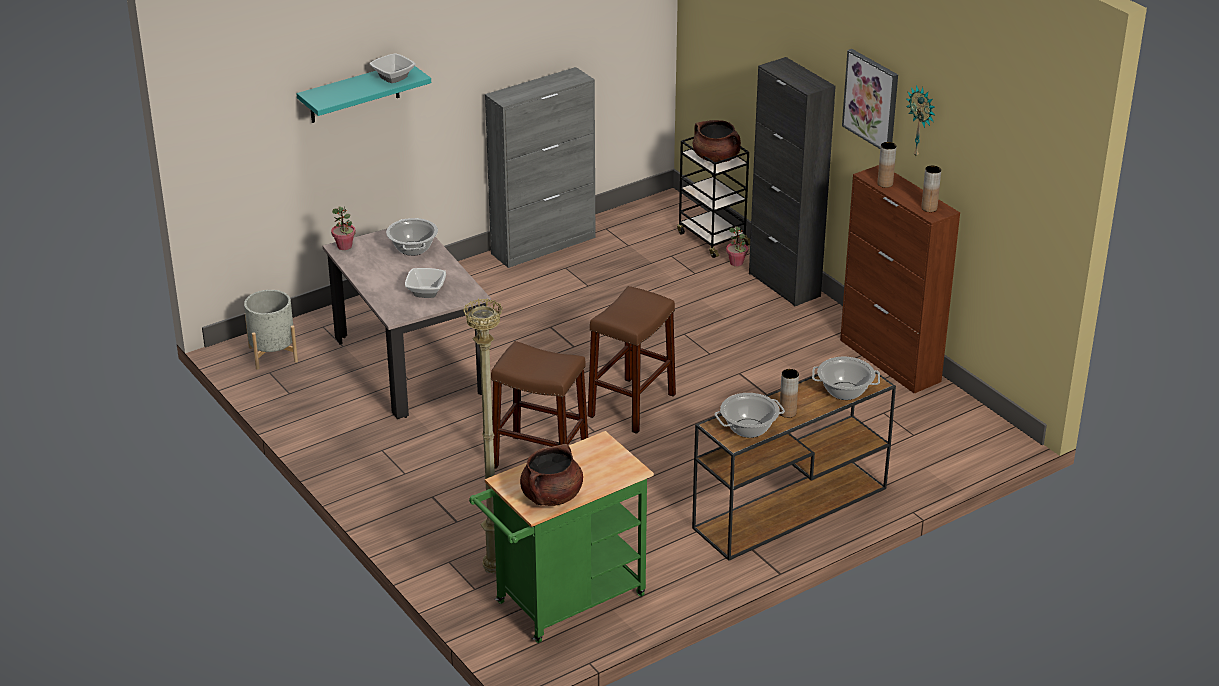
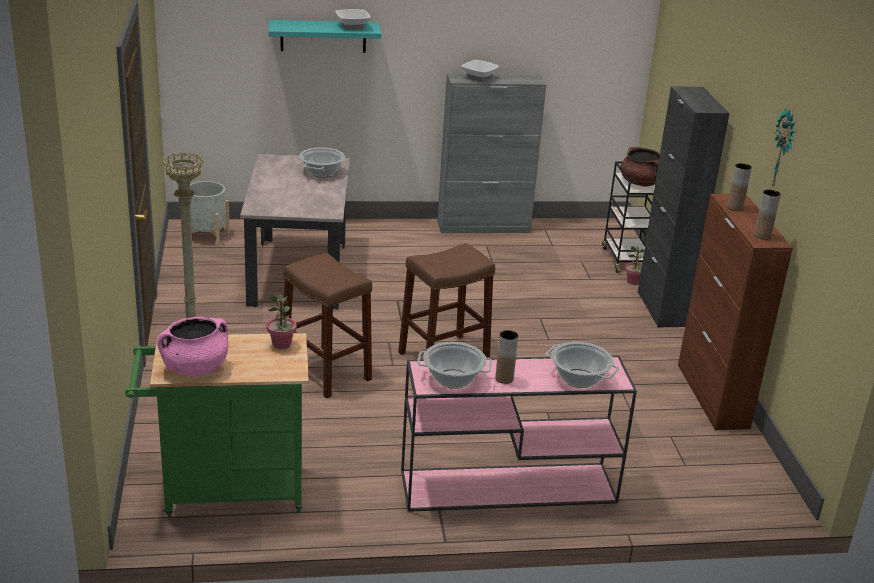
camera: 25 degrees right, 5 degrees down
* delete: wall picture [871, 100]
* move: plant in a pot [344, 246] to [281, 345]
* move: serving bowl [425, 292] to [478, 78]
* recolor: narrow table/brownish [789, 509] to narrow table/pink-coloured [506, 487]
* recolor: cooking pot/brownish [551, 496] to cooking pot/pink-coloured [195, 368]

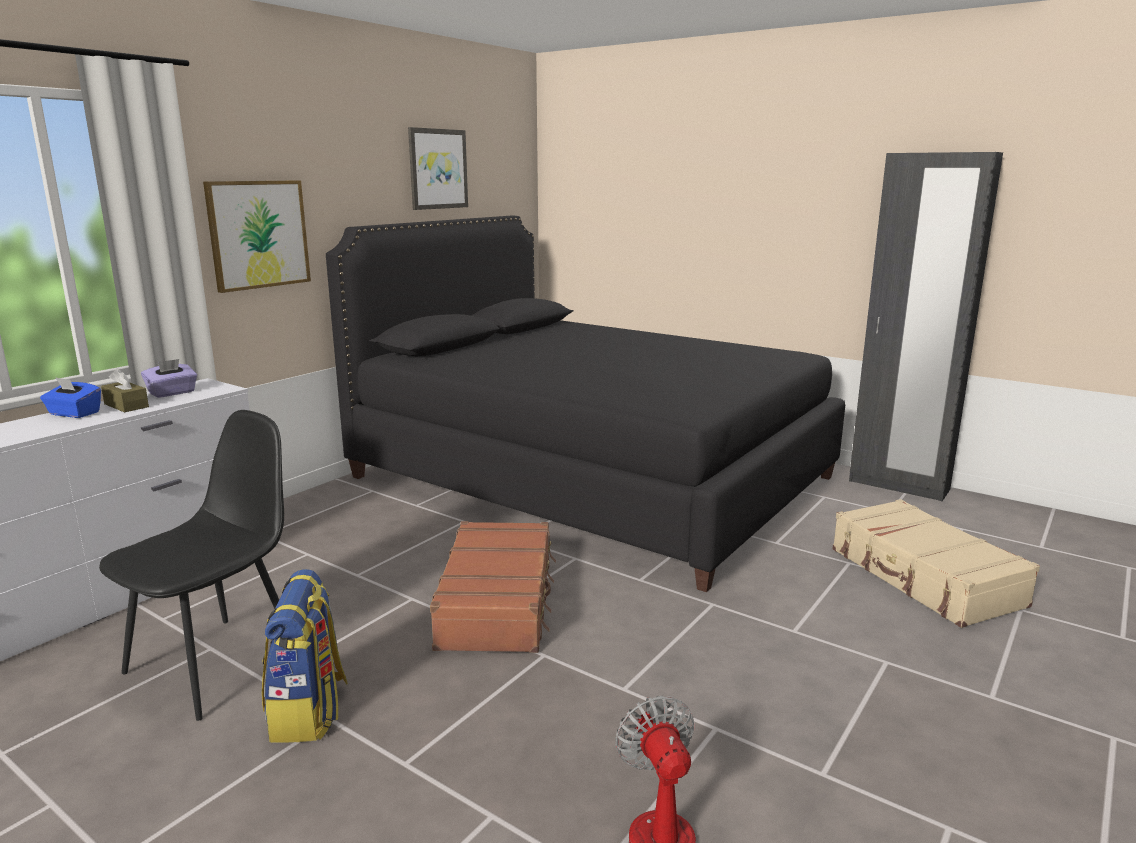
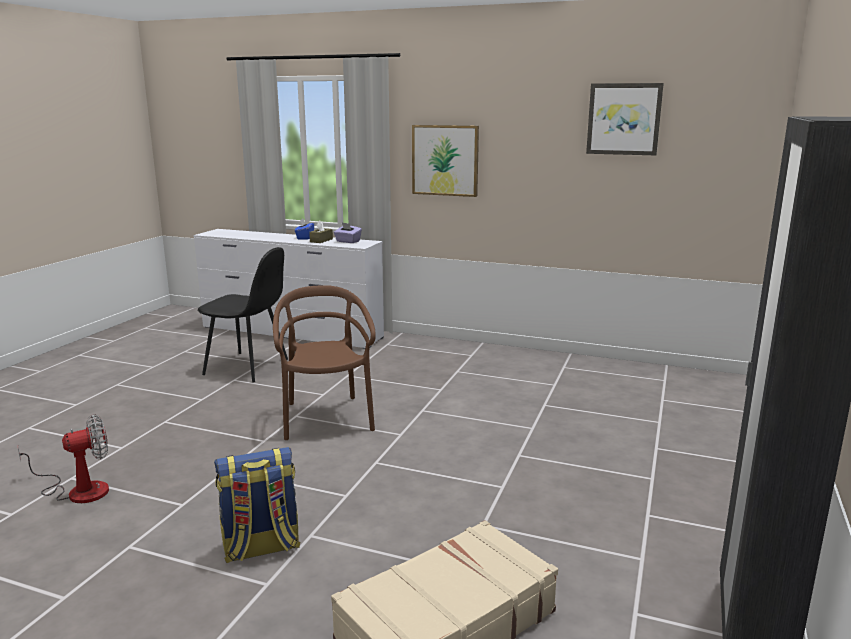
camera: 75 degrees right, 0 degrees up
* delete: bedroom bed/blackish [591, 477]
* replace: suitcase/brownish [498, 601] to upright chair/brownish [326, 418]
* move: rucksack [309, 712] to [261, 548]

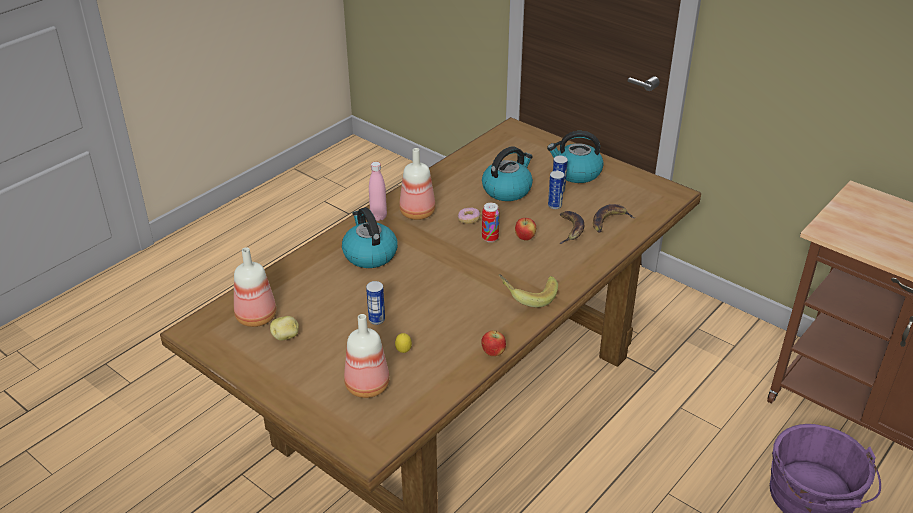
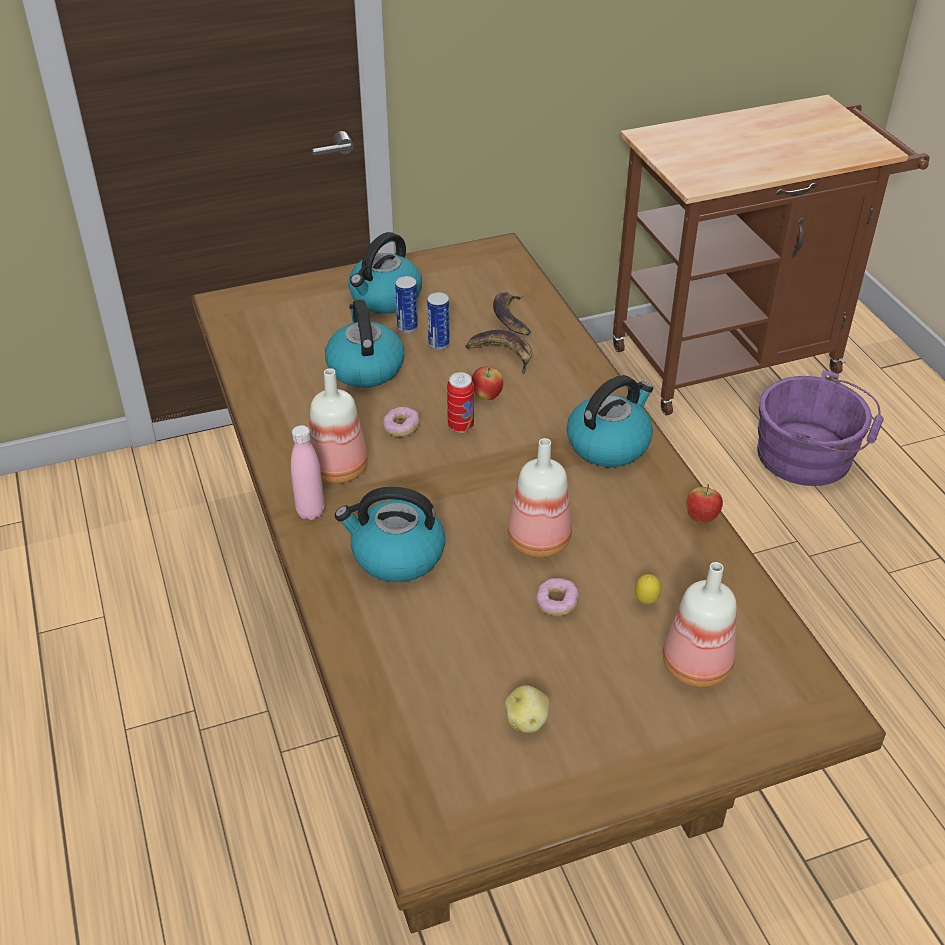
camera: 60 degrees left, 5 degrees up
* move: drink bottle [255, 317] to [537, 542]
* replace: banana fruit [527, 296] to water kettle [609, 444]
* replace: metal can [376, 319] to ring doughnut [556, 603]

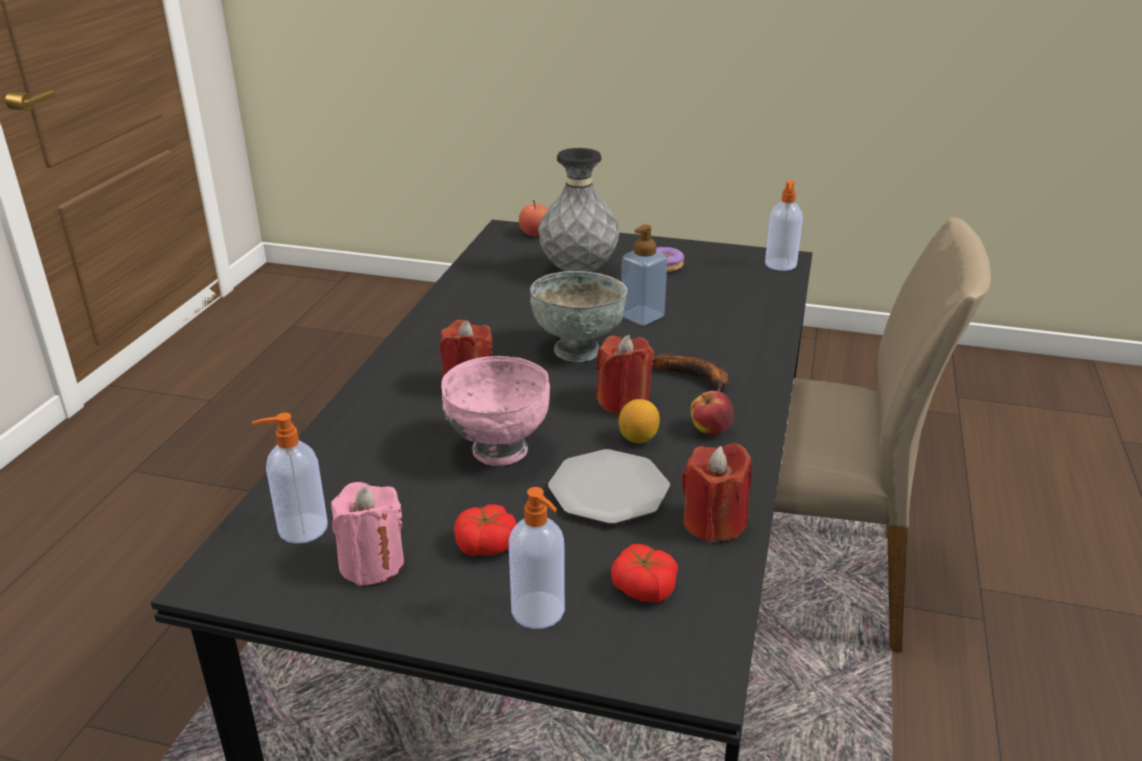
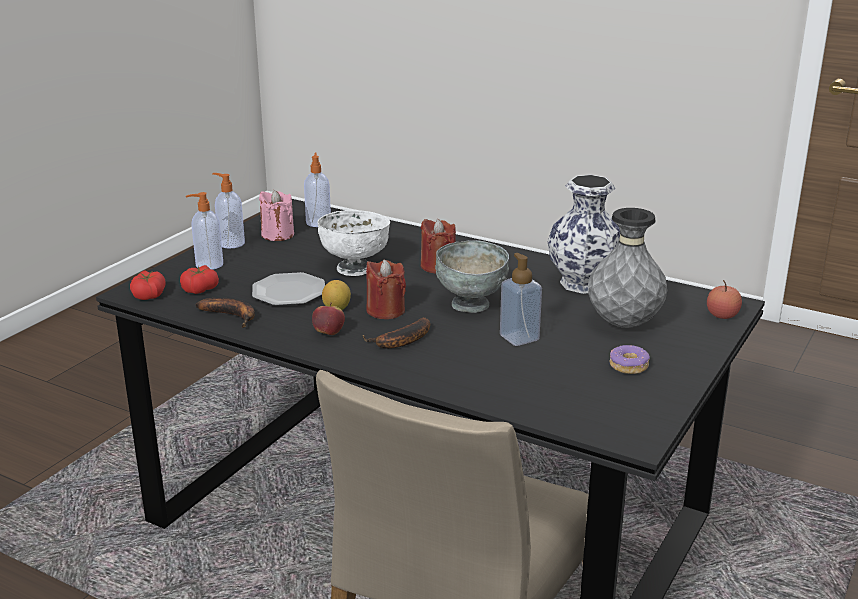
camera: 105 degrees right, 5 degrees down
* move: soap dispenser [780, 265] to [230, 243]
* recolor: serving bowl/pink-coloured [497, 450] to serving bowl/whitish [354, 268]
* replace: wax light/reddish [714, 523] to banana fruit [233, 316]
* move: fresh tomato [486, 545] to [149, 295]
* insert: flower vase [584, 284]

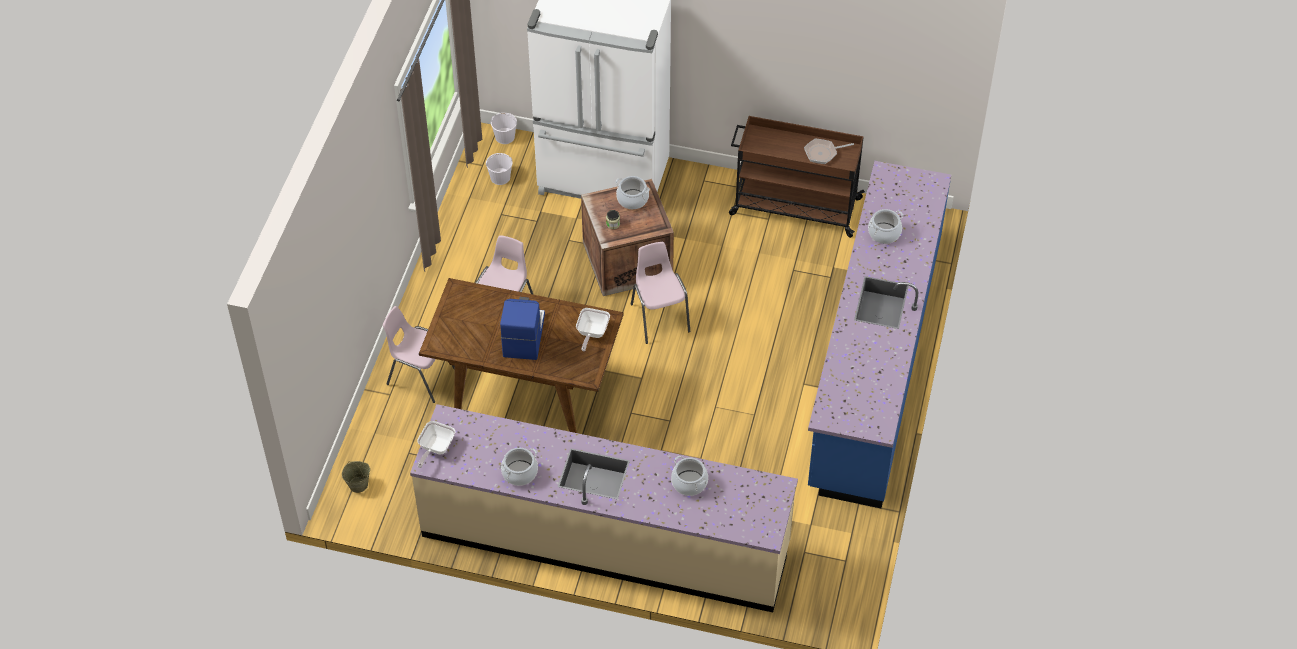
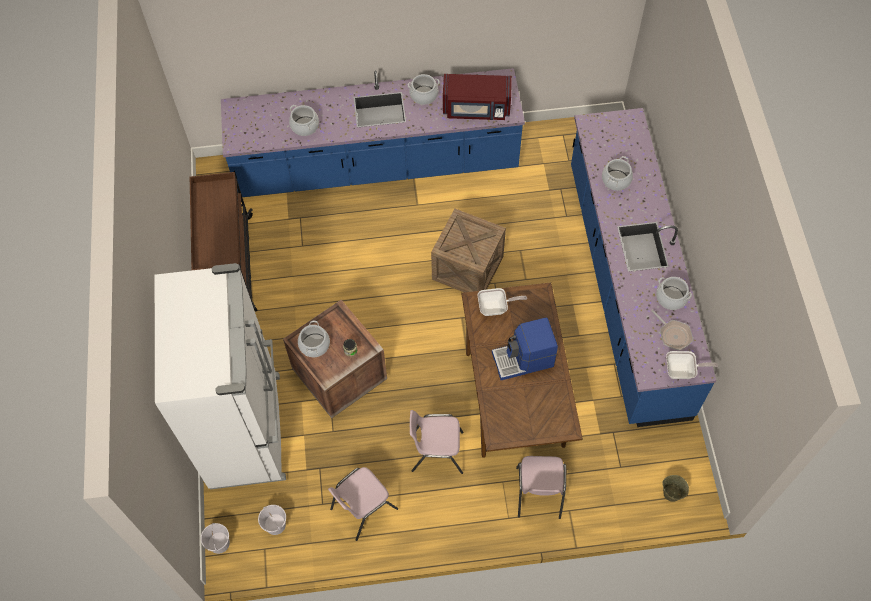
camera: 110 degrees left, 10 degrees up
* move: skillet [823, 153] to [673, 334]
* move: upright chair/pink-coloured [659, 317] to [362, 508]
* recolor: kitchen counter/sand-coloured [605, 540] to kitchen counter/bluish [625, 288]
* insert: cooking pot [424, 95]
* insert: kitchen microwave/reddish [476, 108]
* insert: crate [467, 267]

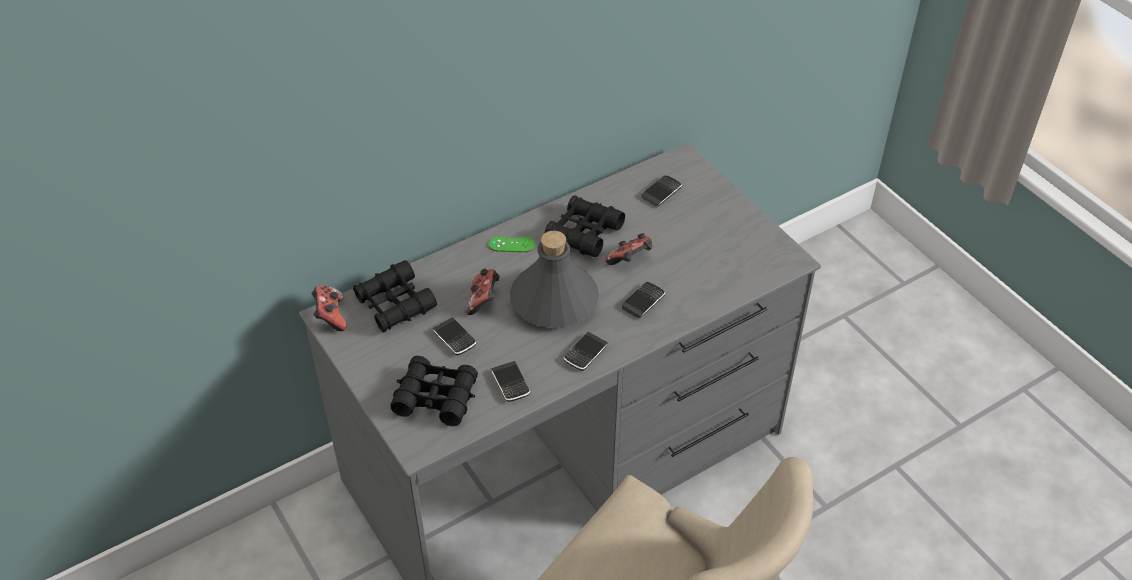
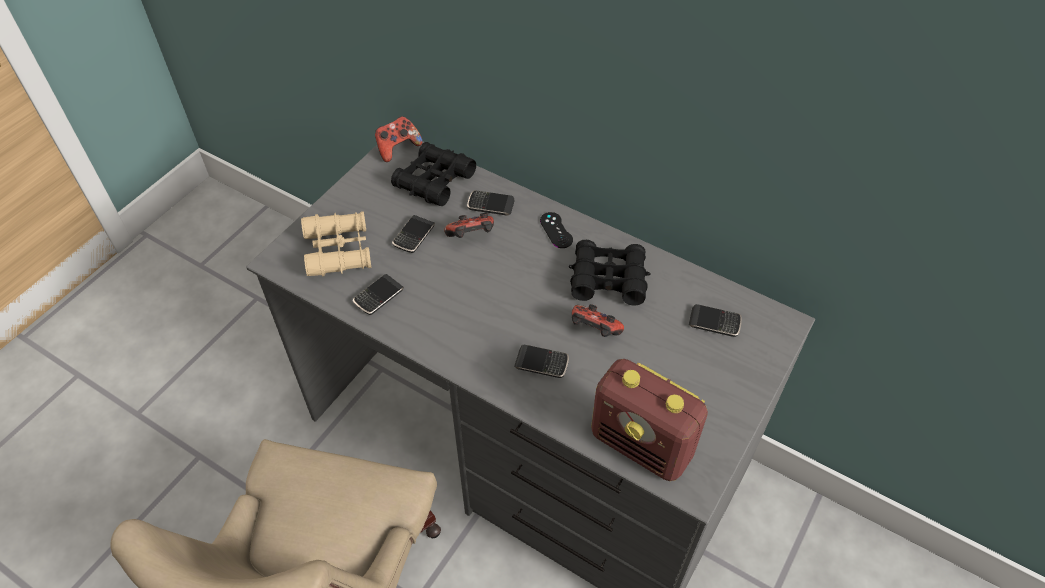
camera: 65 degrees right, 5 degrees up
* delete: drink bottle/greyish [555, 300]
* recolor: gamepad/green [512, 244] to gamepad/blackish [556, 230]
* move: handset [585, 353] to [490, 205]
* recolor: field glasses/blackish [436, 397] to field glasses/sand-coloured [338, 250]
* insert: radio set [642, 445]

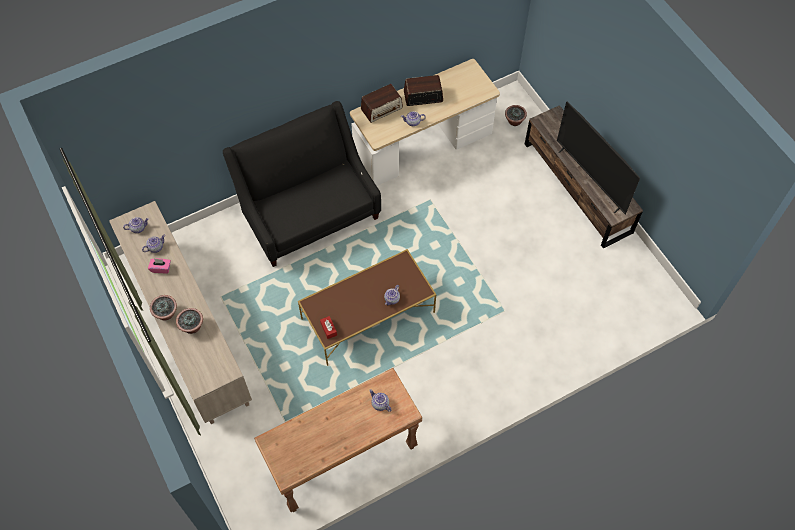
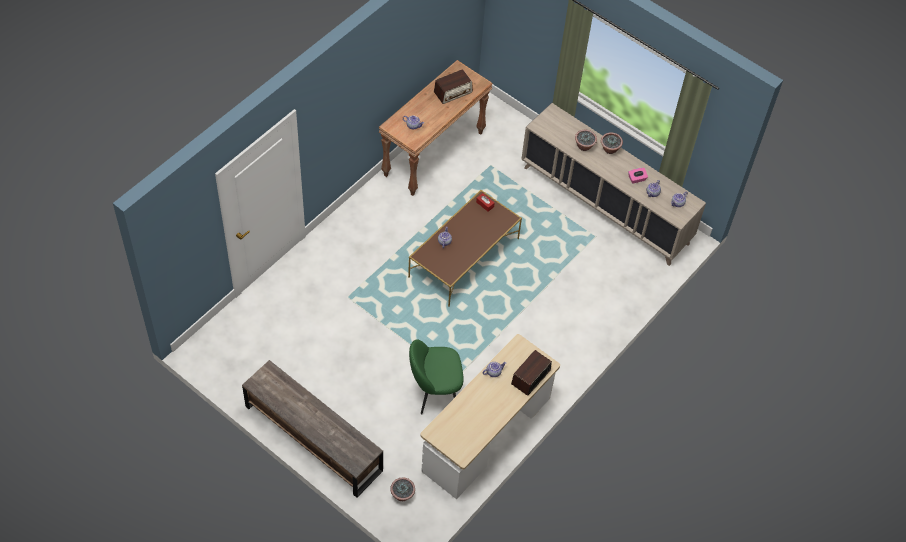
camera: 155 degrees right, 5 degrees down
* move: radio set [423, 96] to [453, 92]
* delete: settee/blackish [309, 214]
* delete: TV [590, 179]
* insert: upright chair/green [434, 392]

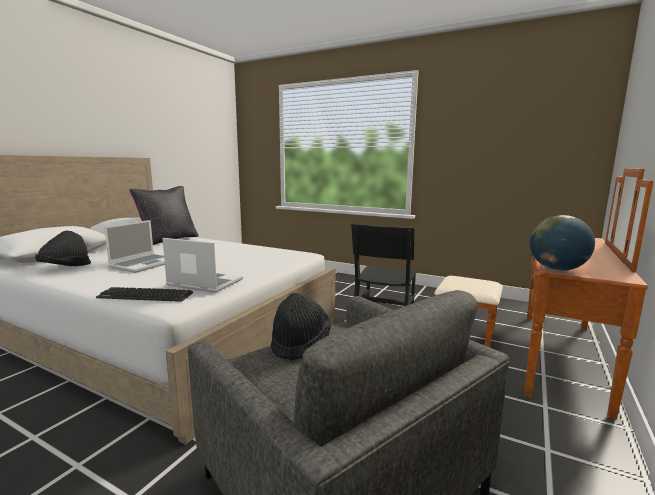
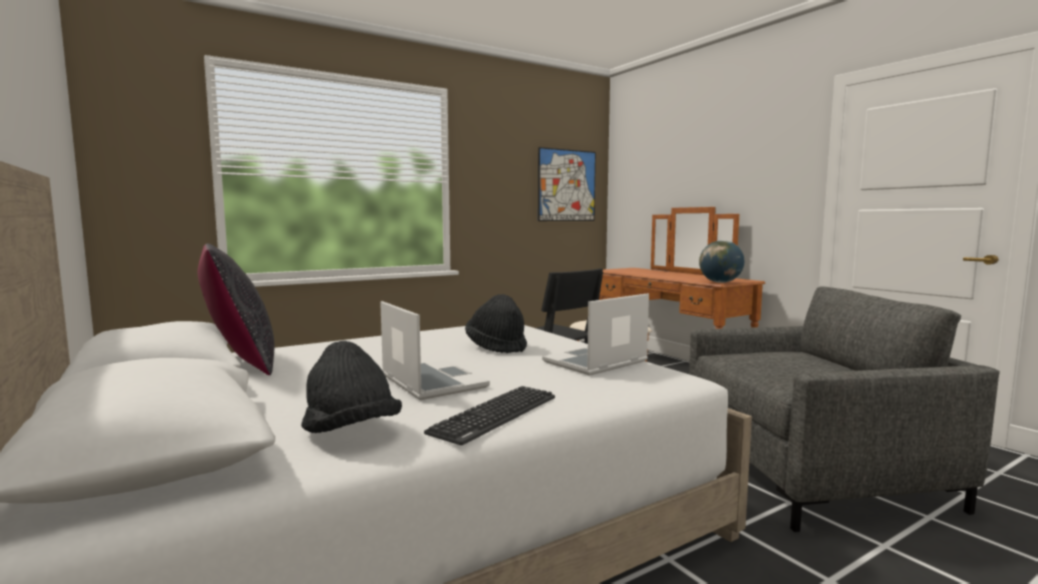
camera: 60 degrees left, 5 degrees down
* move: PC keyboard [145, 296] to [495, 415]
* move: hat/blackish [300, 344] to [496, 347]
* insert: wall picture [567, 185]

